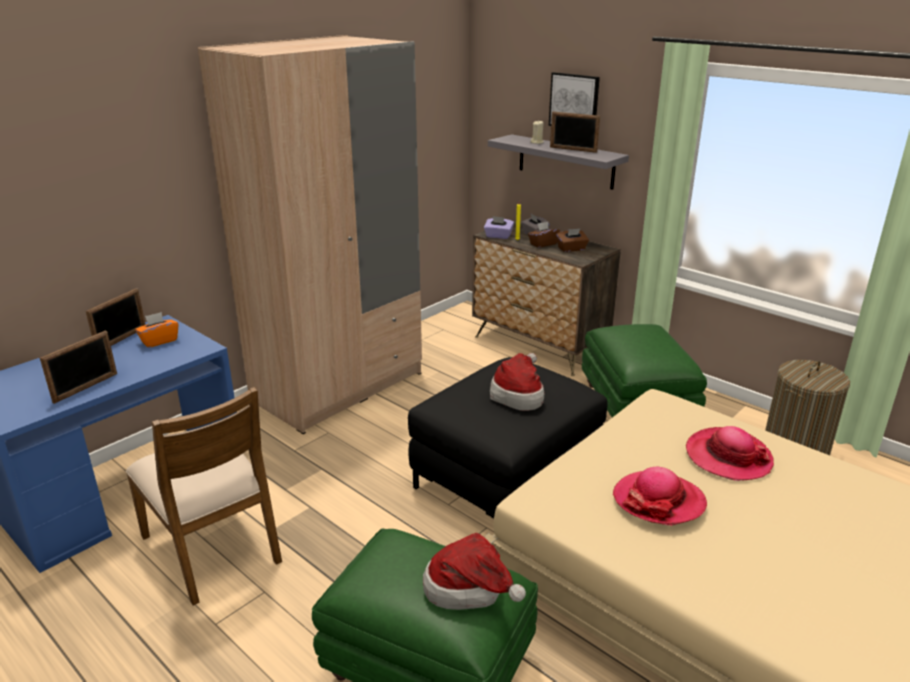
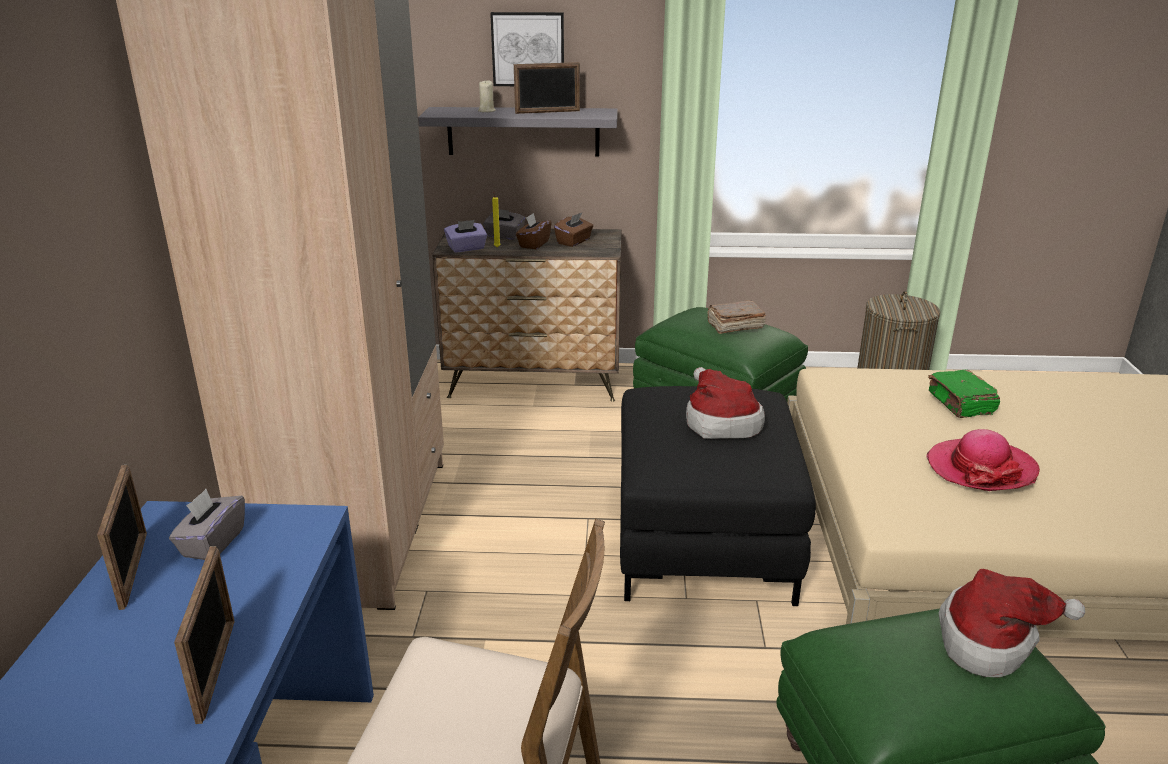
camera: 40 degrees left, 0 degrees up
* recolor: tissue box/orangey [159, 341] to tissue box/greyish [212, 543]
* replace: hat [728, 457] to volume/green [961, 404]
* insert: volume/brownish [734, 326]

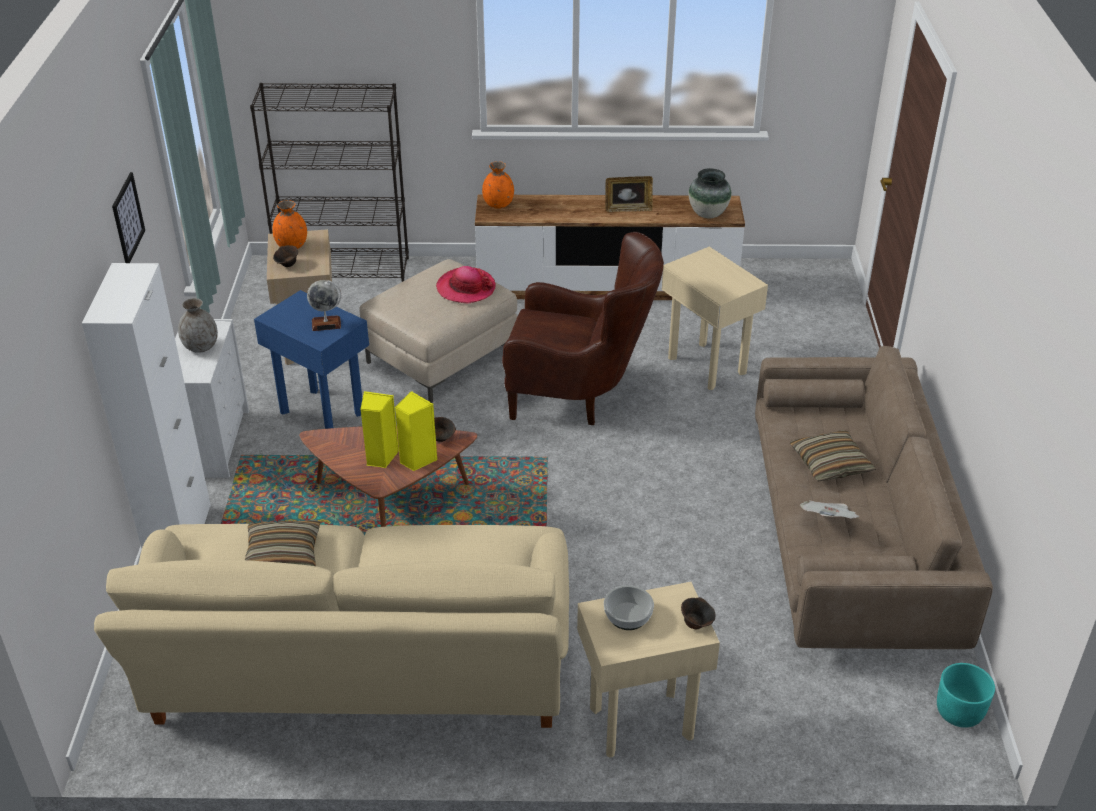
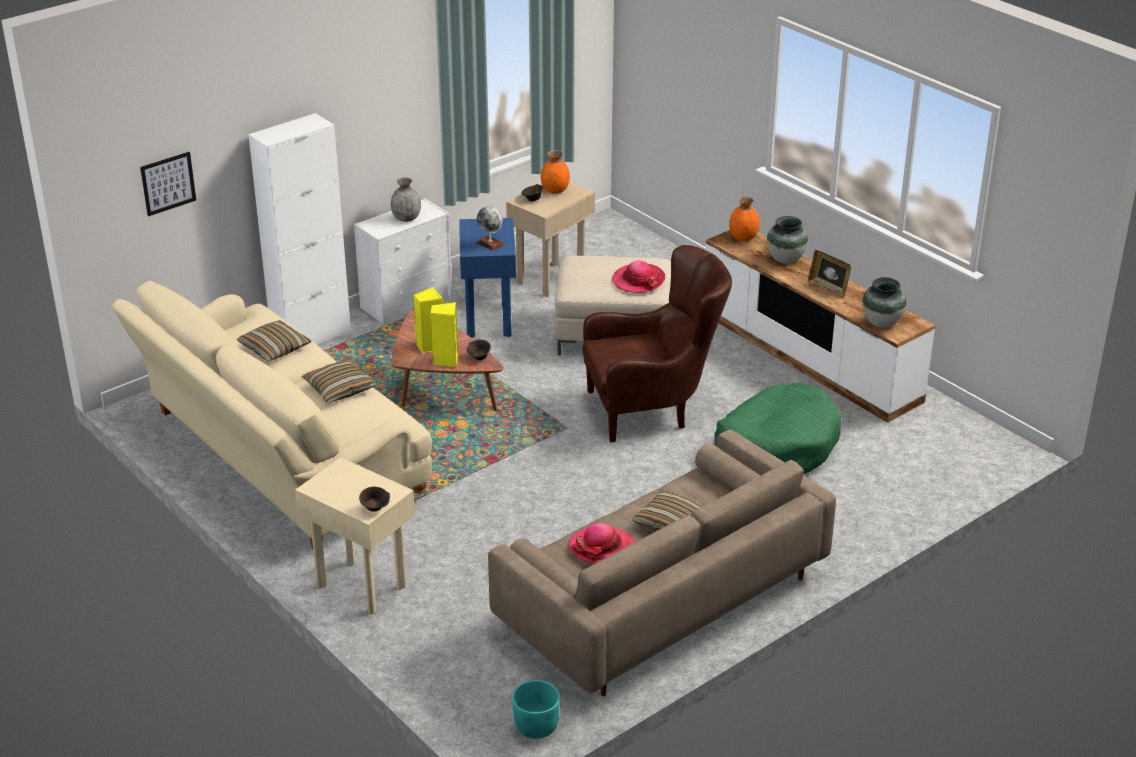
camera: 50 degrees right, 5 degrees down
* delete: bookshelf/blackish [344, 270]
* move: wall picture [128, 218] to [168, 183]
* rotate: lounge chair/brownish [579, 397] = [653, 409] 75 degrees counterclockwise
* replace: accent table/sand-coloured [706, 366] to dog cushion/green [776, 446]
* replace: daily paper [828, 521] to hat [602, 548]
* delete: serving bowl [627, 616]
* insert: flower vase [785, 260]
* insert: cushion [339, 389]

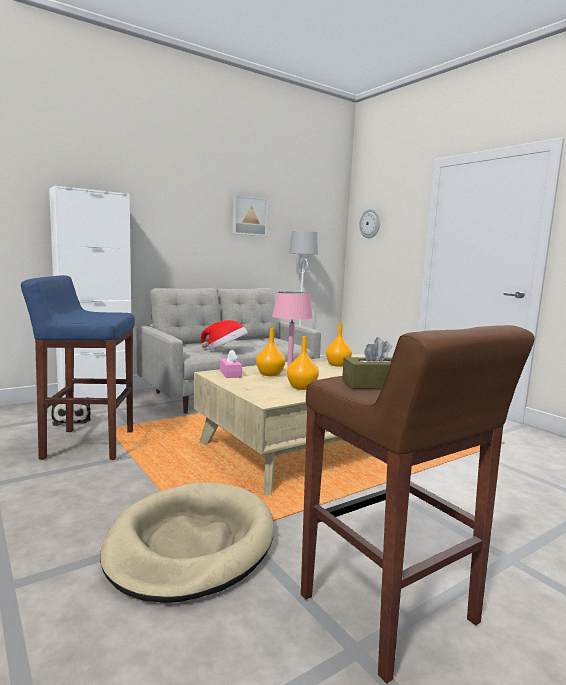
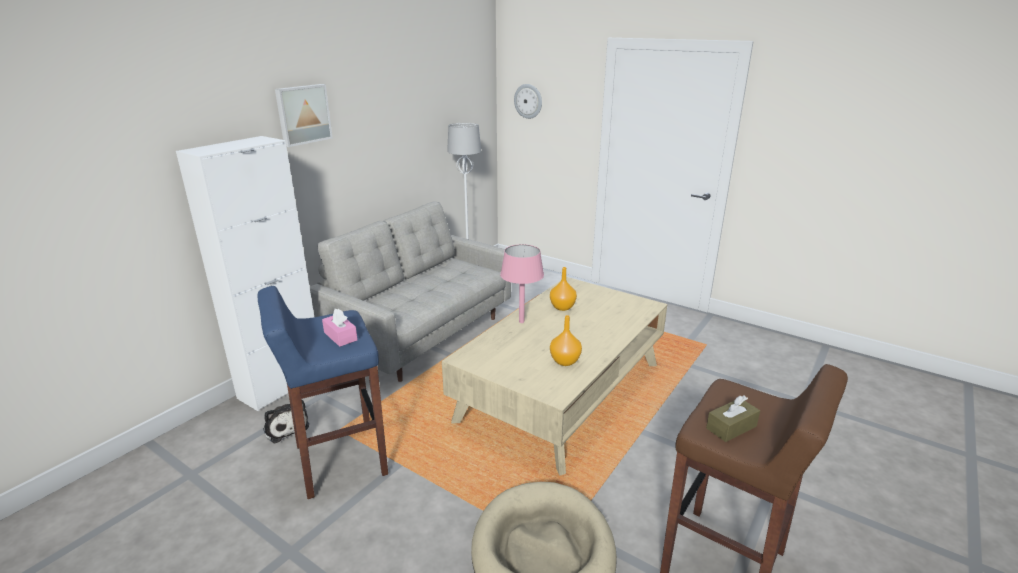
camera: 20 degrees left, 15 degrees up
* move: wall picture [248, 216] to [303, 114]
* delete: hat [225, 350]
* delete: flower vase/orangey [270, 374]
* move: tissue box/pink-coloured [230, 374] to [340, 336]

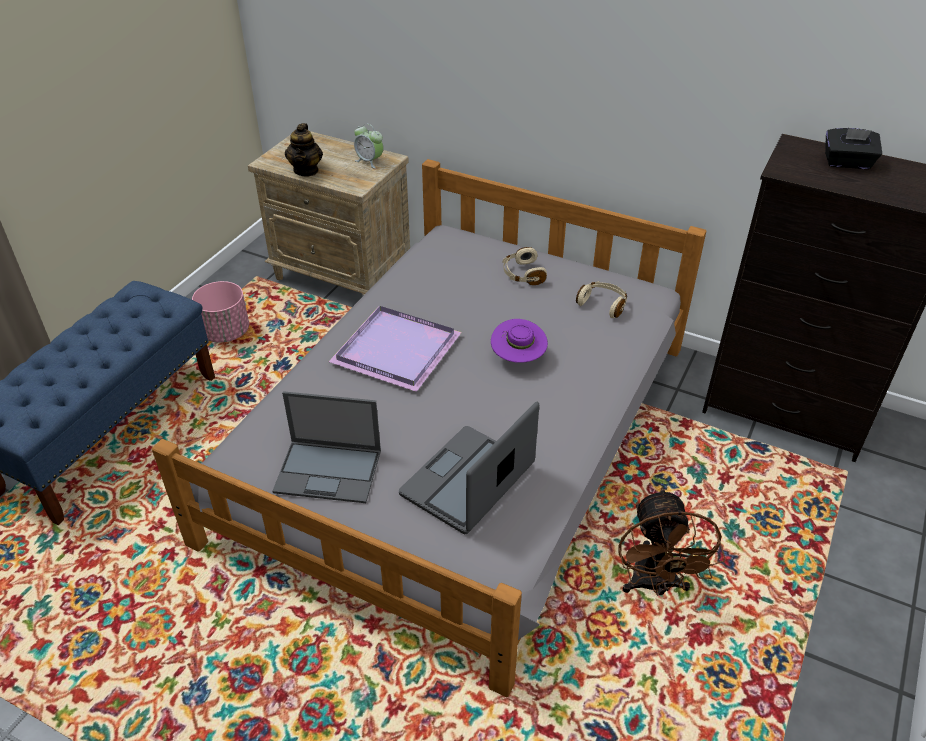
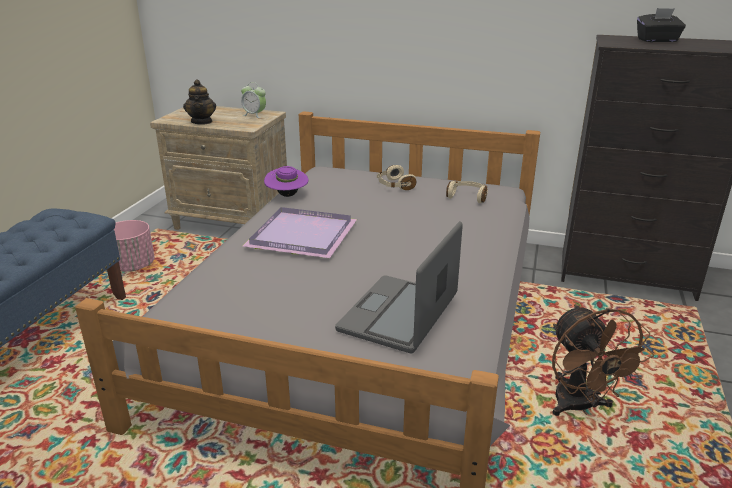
camera: 10 degrees left, 15 degrees down
* move: hat/purple-coloured [518, 358] to [287, 195]
* delete: laptop [329, 471]

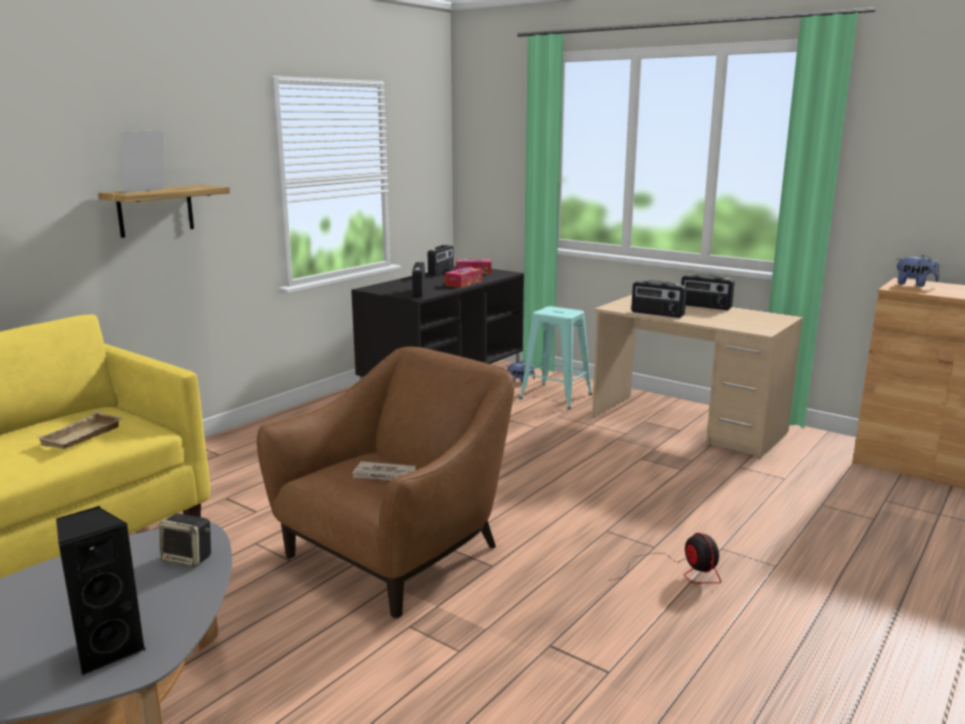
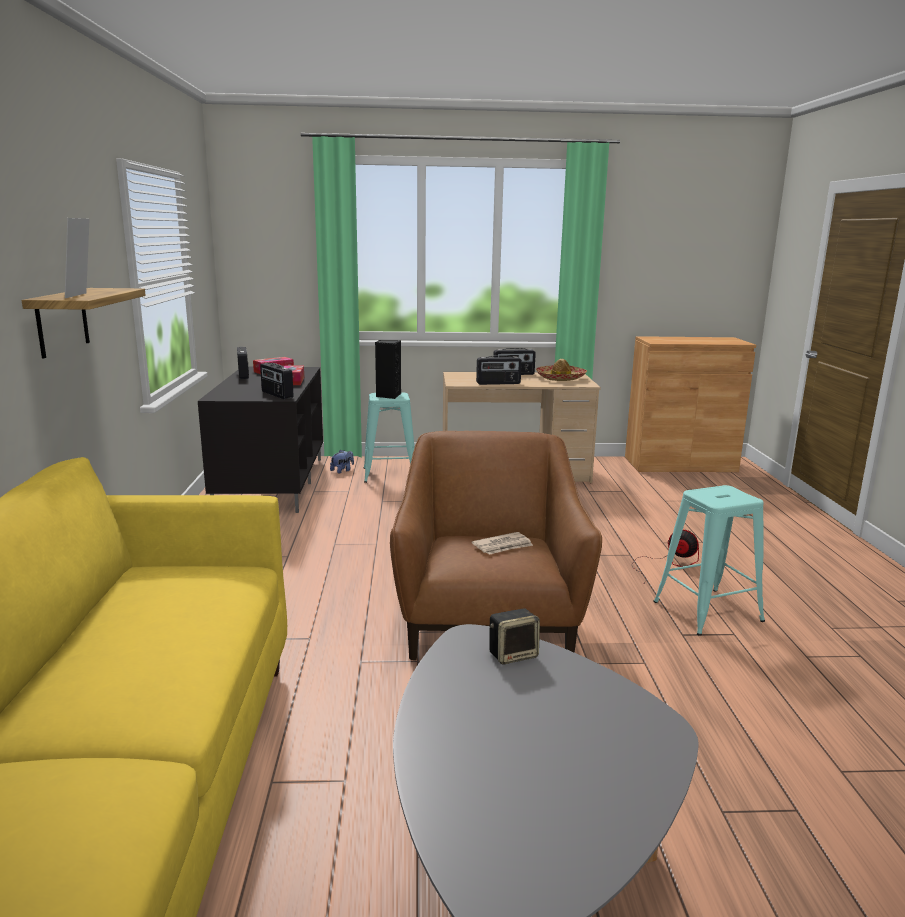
camera: 40 degrees left, 0 degrees up
* delete: soft toy [914, 285]
* delete: serving tray/sand-coloured [82, 437]
* move: speaker/blackish [107, 649] to [388, 396]
* insert: hat [560, 378]
* insert: stool/turquoise-coloured [707, 611]

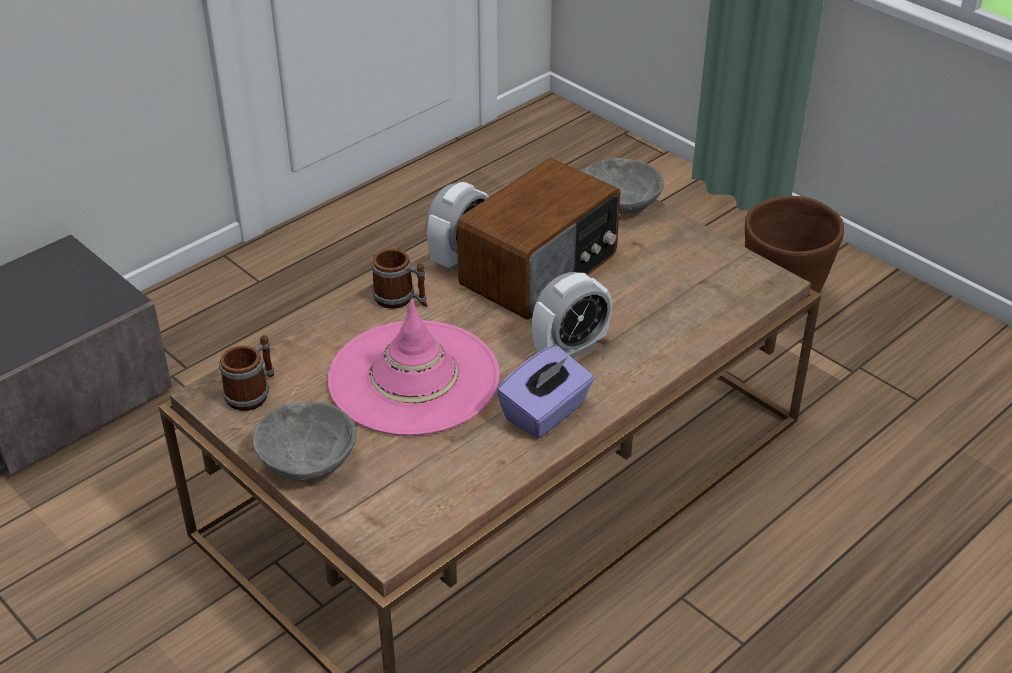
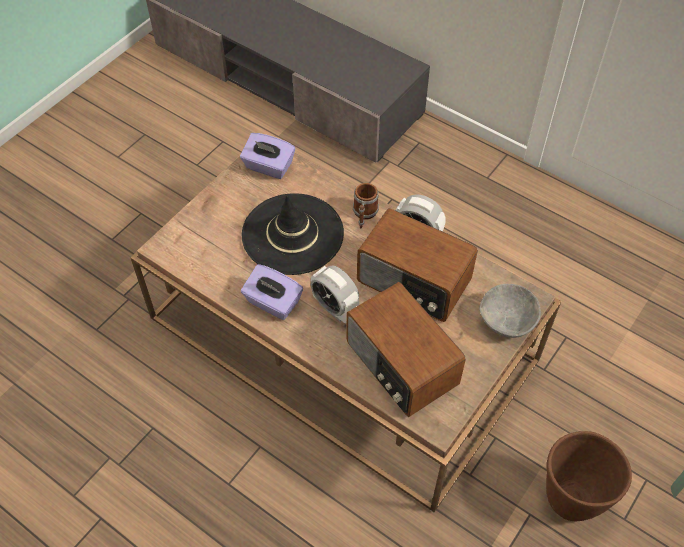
camera: 80 degrees right, 15 degrees up
* recolor: hat/pink-coloured [414, 378] to hat/blackish [293, 234]
* replace: tea mug [253, 392] to tissue box/purple-coloured [268, 167]
* delete: serving bowl/greyish [306, 461]
* insert: radio set [400, 365]

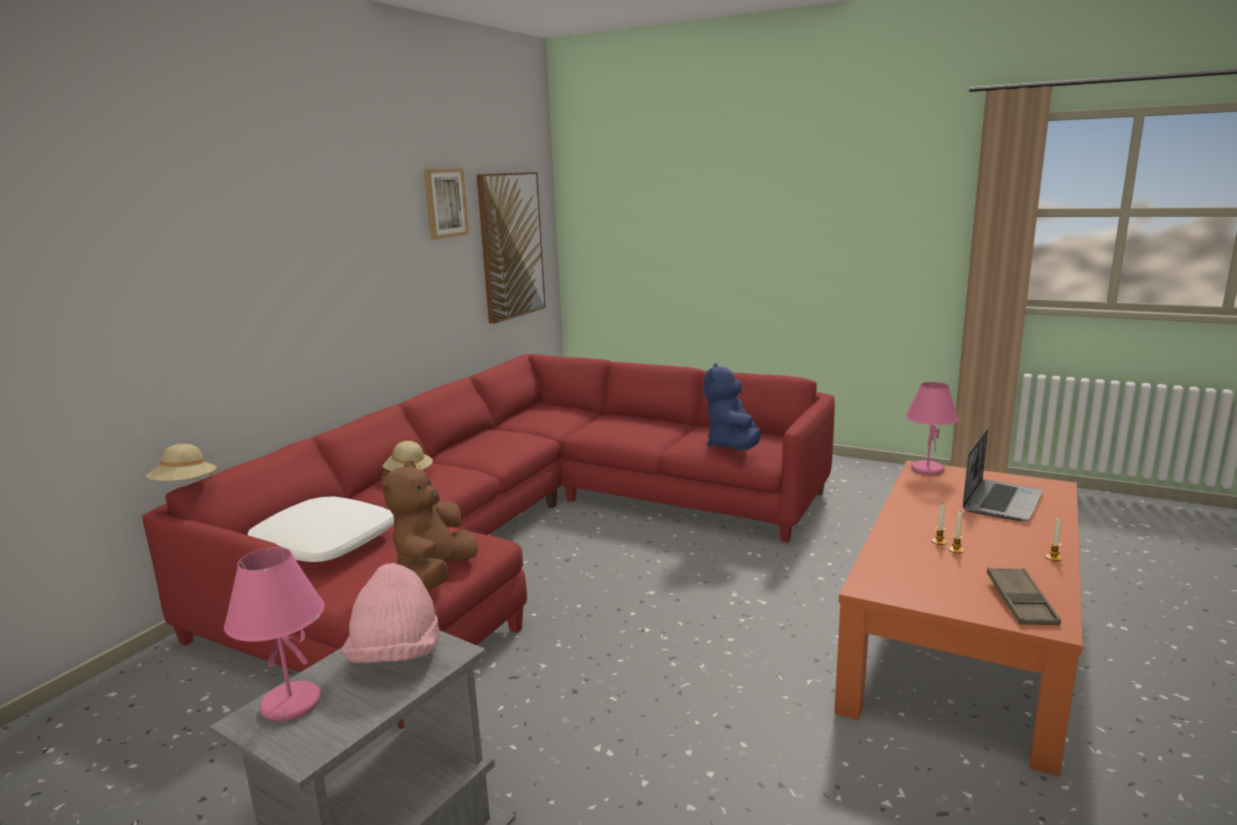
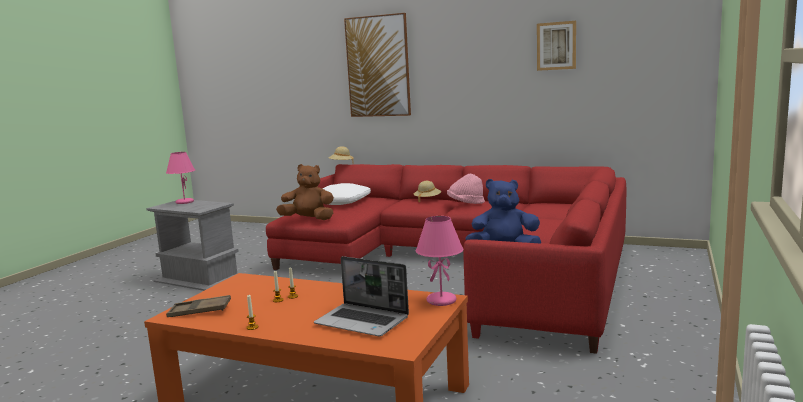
camera: 85 degrees right, 5 degrees down
* move: wall picture [511, 246] to [378, 66]
* move: hat/pink-coloured [396, 656] to [465, 203]

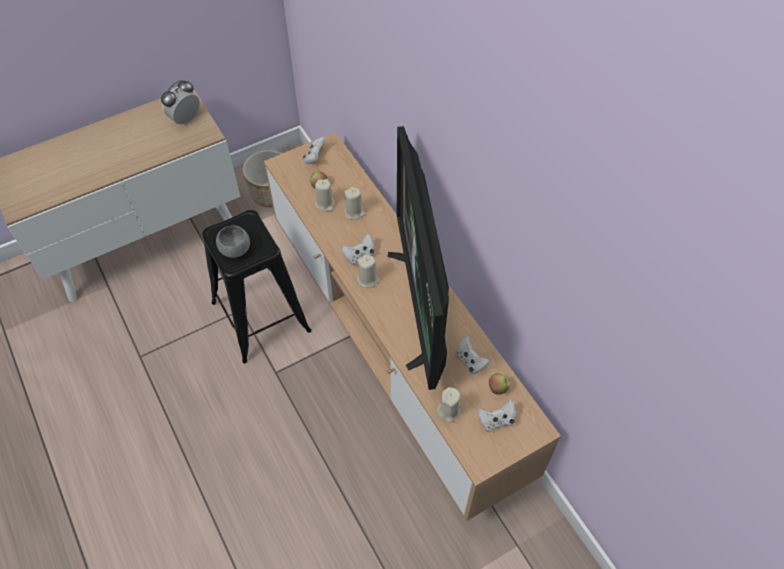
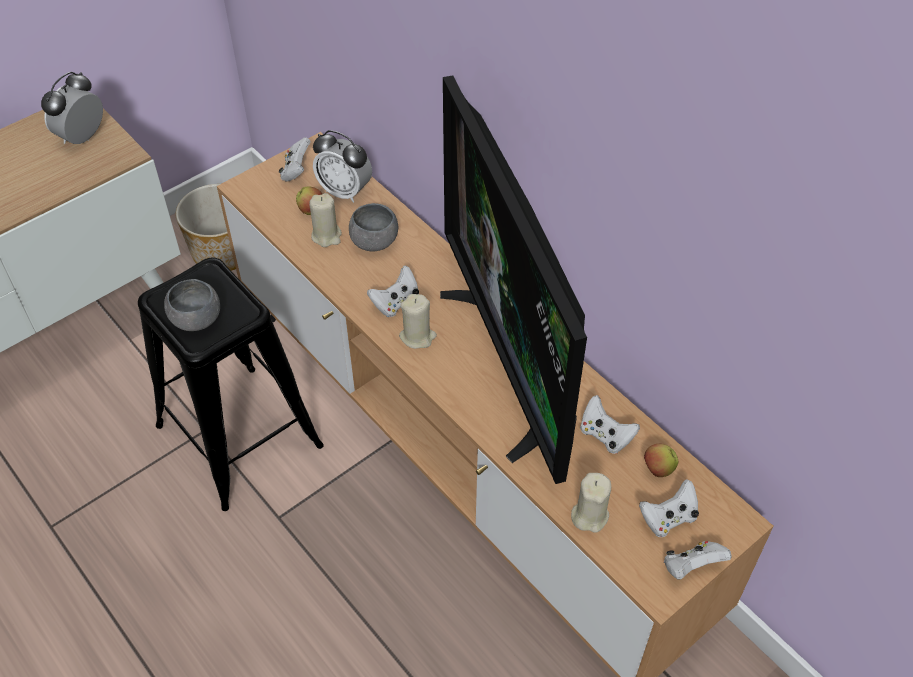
camera: 10 degrees left, 5 degrees down
* replace: wax light/sand-coloured [354, 212] to serving bowl/greyish [375, 242]
* insert: bedside clock [345, 191]
* insert: gamepad/whitish [691, 567]

